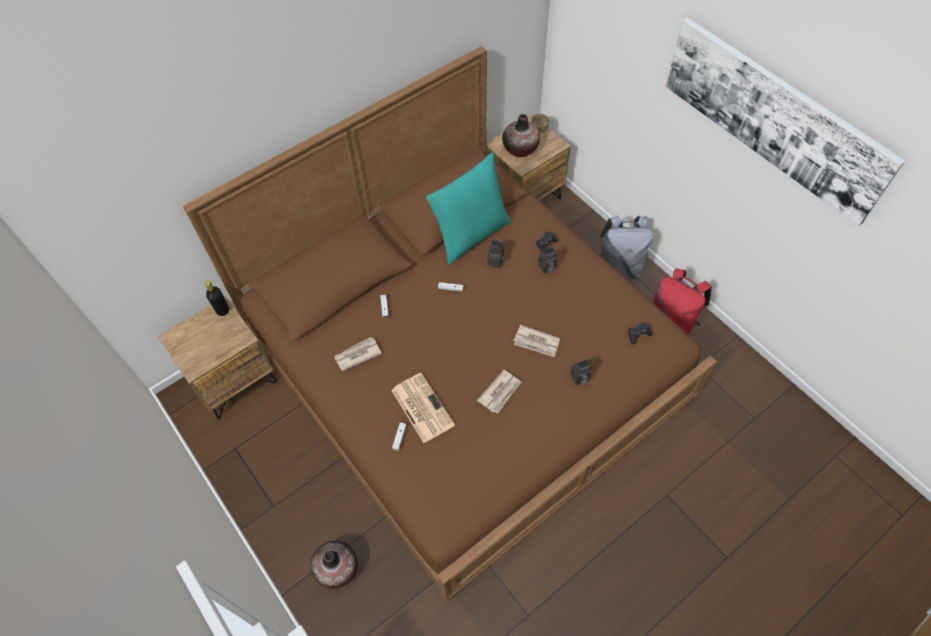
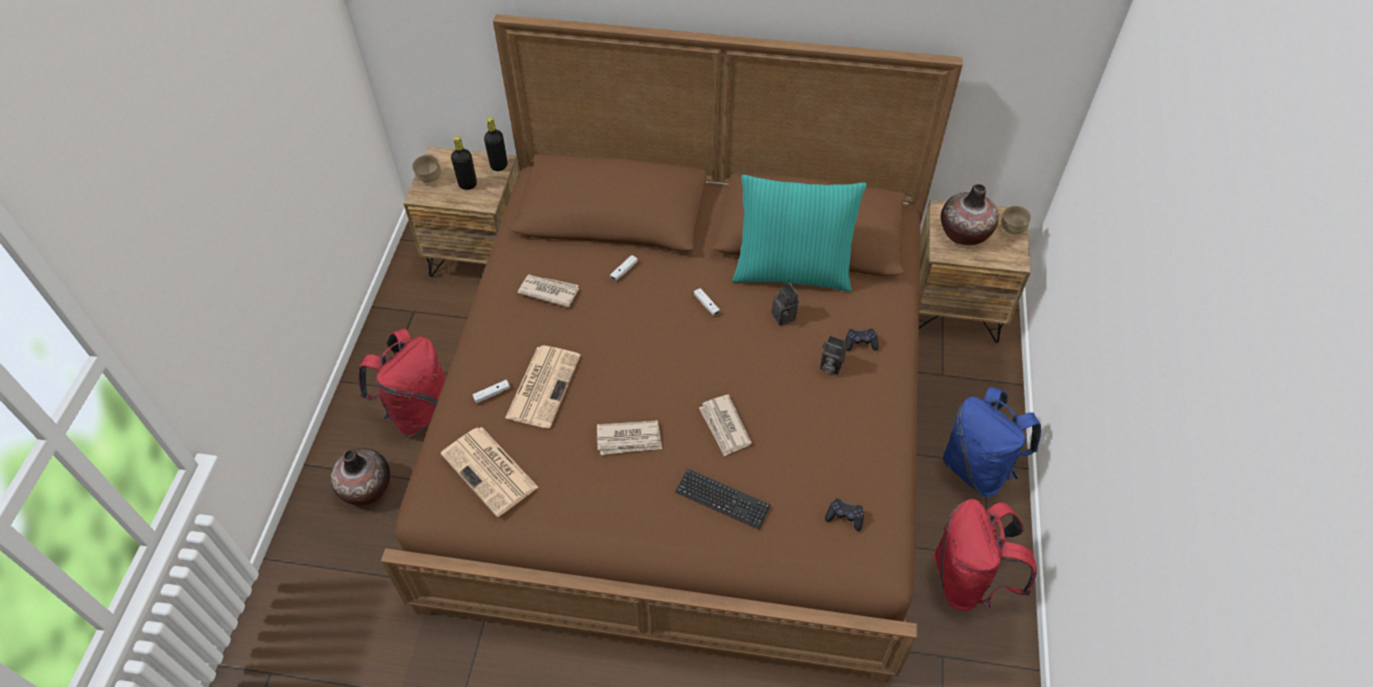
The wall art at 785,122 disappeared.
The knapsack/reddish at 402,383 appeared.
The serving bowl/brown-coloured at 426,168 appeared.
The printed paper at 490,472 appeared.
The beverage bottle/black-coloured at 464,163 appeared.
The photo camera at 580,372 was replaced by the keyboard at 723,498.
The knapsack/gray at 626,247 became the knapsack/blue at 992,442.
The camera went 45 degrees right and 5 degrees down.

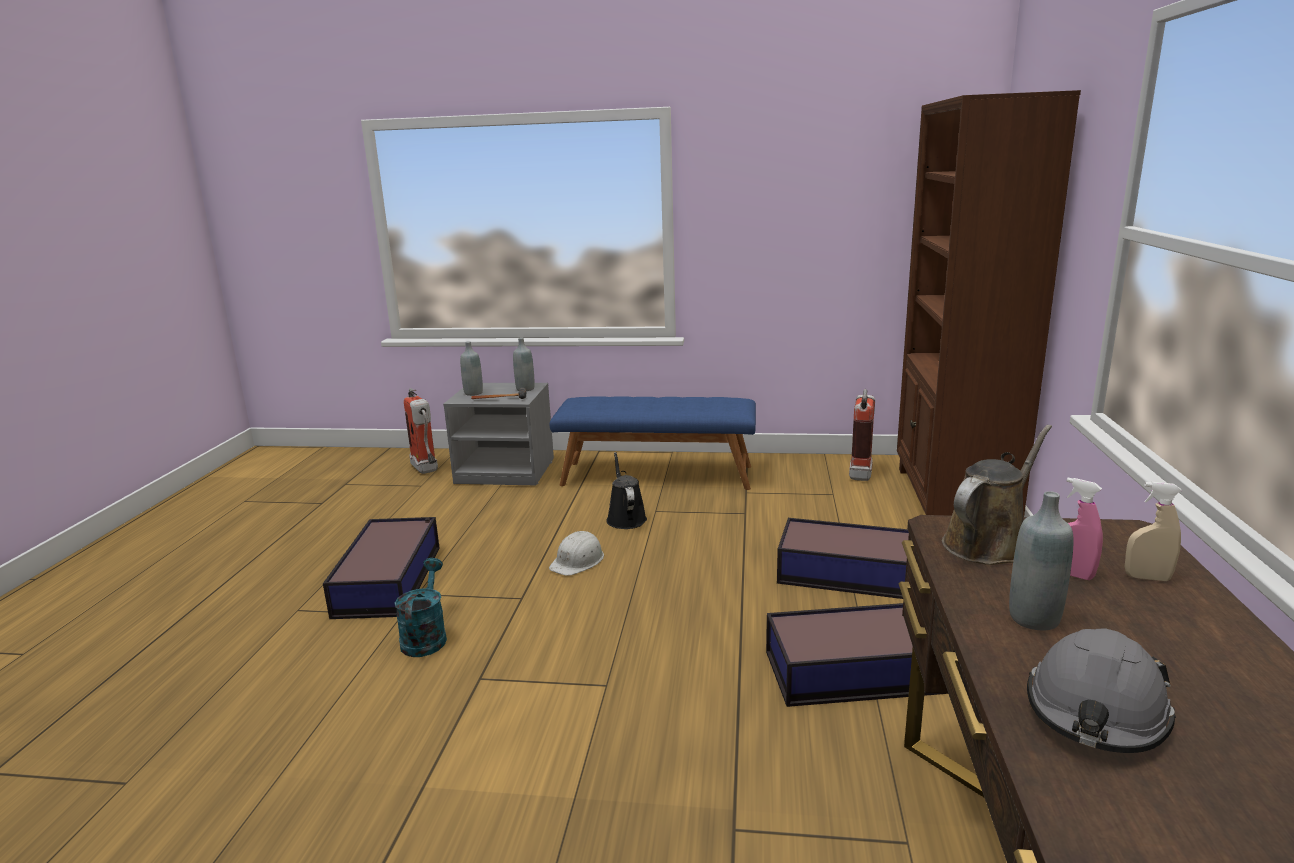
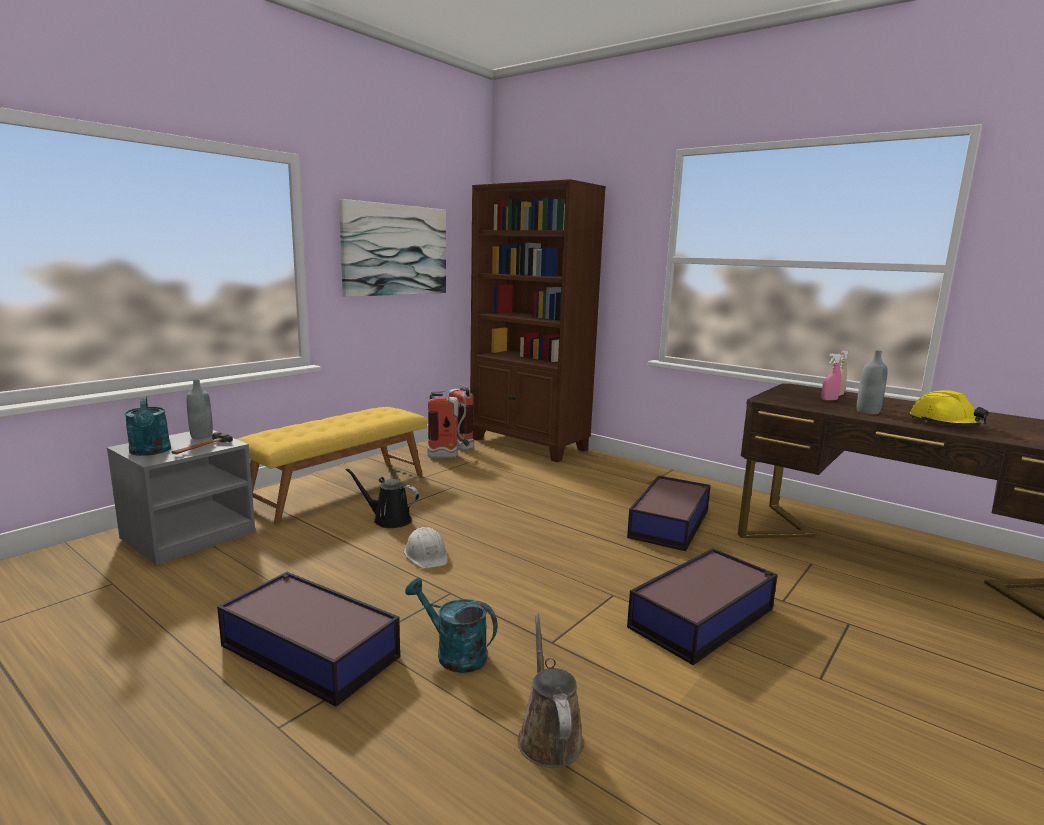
The wall art at 392,248 appeared.
The fire-fighting cylinder moved from 421,431 to 449,424.
The storage box moved from 843,558 to 702,606.
The watering can/brown-coloured moved from 997,495 to 551,690.
The beverage bottle/gray at 471,368 was replaced by the watering can/turquoise-coloured at 147,426.
The indoor bench/blue at 653,443 became the indoor bench/yellow-coloured at 332,465.
The hard hat/gray at 1101,691 became the hard hat/yellow-coloured at 949,407.
The camera went 60 degrees left and 5 degrees down.

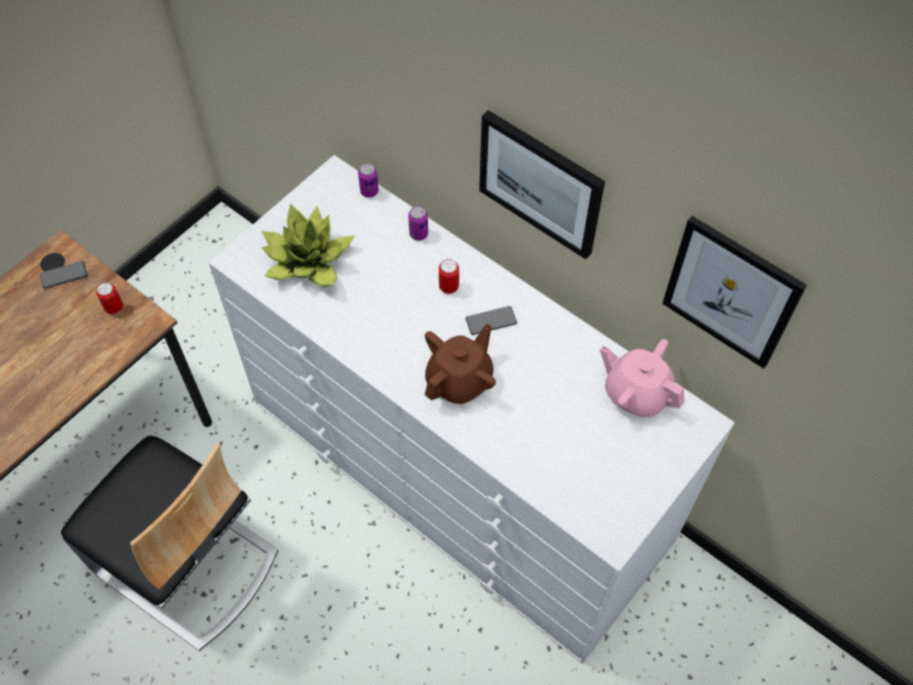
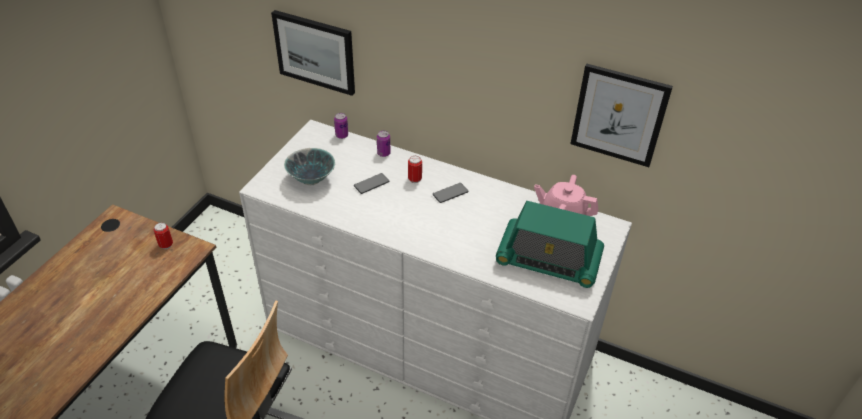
The teapot/brown-coloured at 460,364 disappeared.
The radio set at 550,244 appeared.
The handset moved from 63,275 to 371,183.
The wall art moved from 542,184 to 313,53.
The potted plant at 308,245 was replaced by the serving bowl at 309,166.
The camera went 15 degrees left and 15 degrees down.

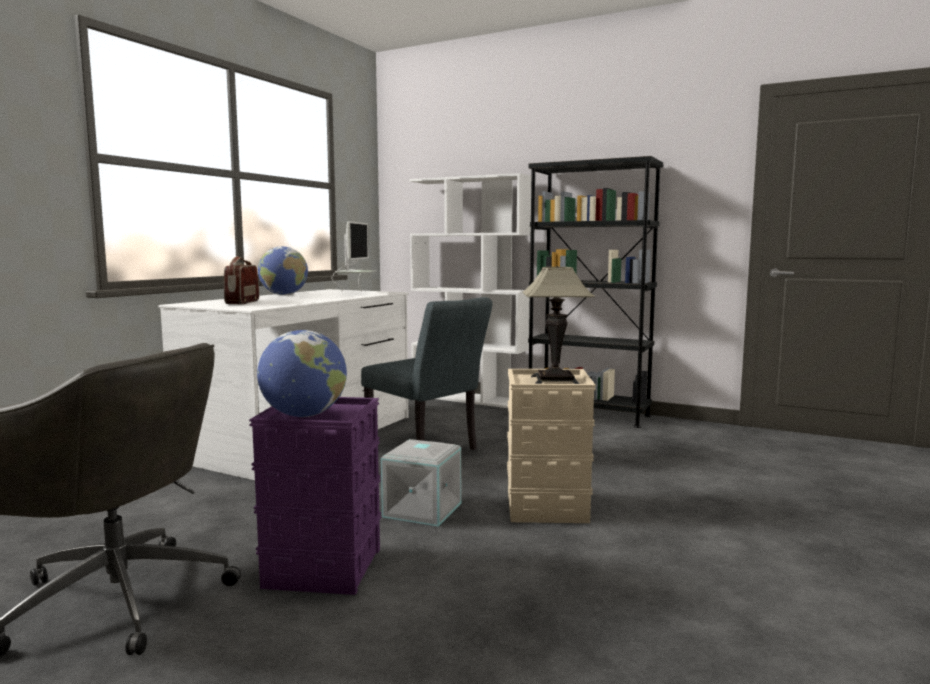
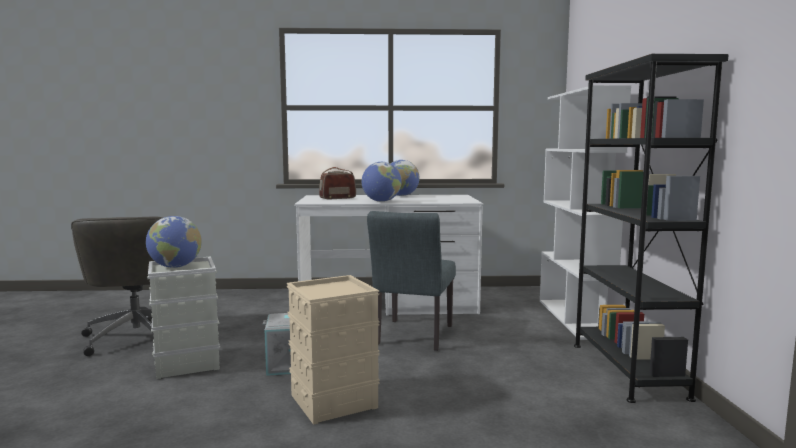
The monitor at 354,256 disappeared.
The lamp for a table at 558,325 disappeared.
The world globe at 382,182 appeared.
The storage box/purple at 315,496 became the storage box/gray at 183,318.
The camera went 60 degrees right and 0 degrees up.

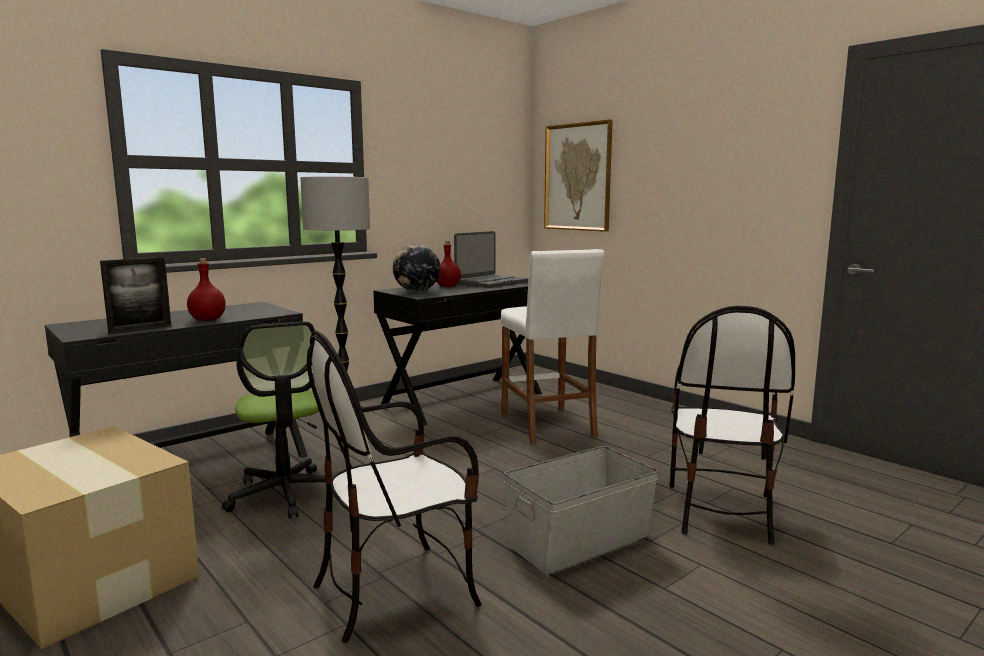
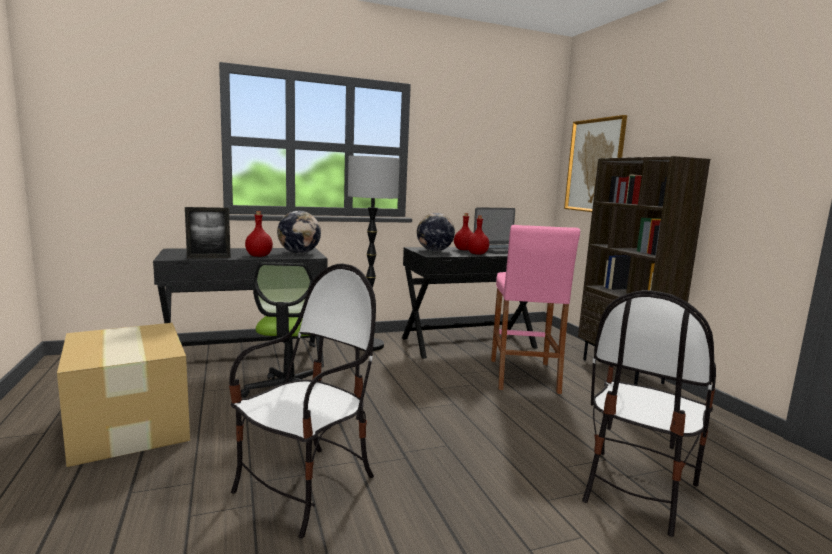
The storage box/gray at 581,510 disappeared.
The world globe at 299,232 appeared.
The beverage bottle/reddish at 478,235 appeared.
The bookcase/brown-coloured at 644,270 appeared.
The sitting stool/whitish at 552,347 became the sitting stool/pink at 535,309.
The plain chair at 394,486 turned 135 degrees clockwise.
The camera went 20 degrees right and 0 degrees up.

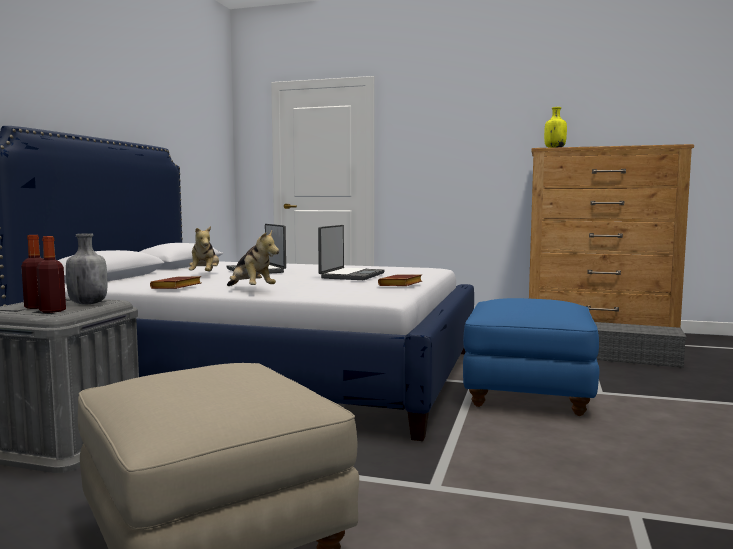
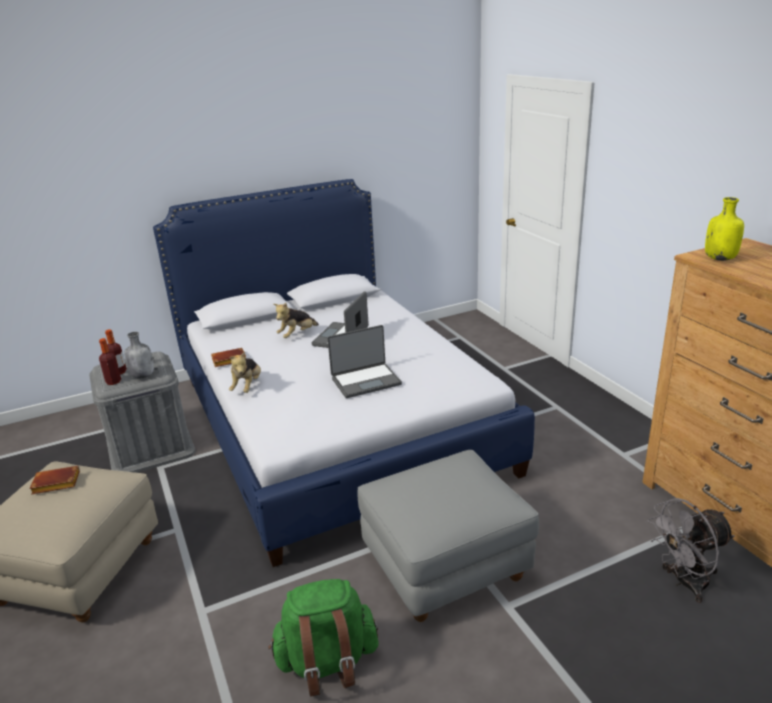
The knapsack/green-coloured at 323,638 appeared.
The volume/brown-coloured moved from 400,280 to 54,480.
The storage box/gray at 641,345 was replaced by the electric fan/gray at 691,550.
The pouffe/blue at 531,357 became the pouffe/gray at 448,536.
The camera went 50 degrees right and 20 degrees up.

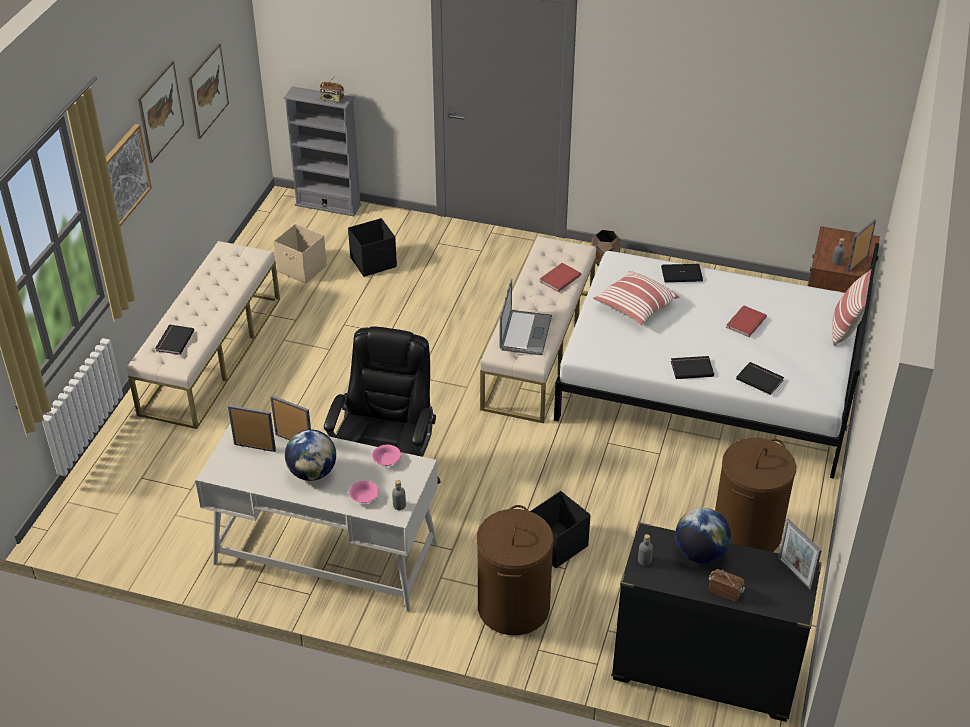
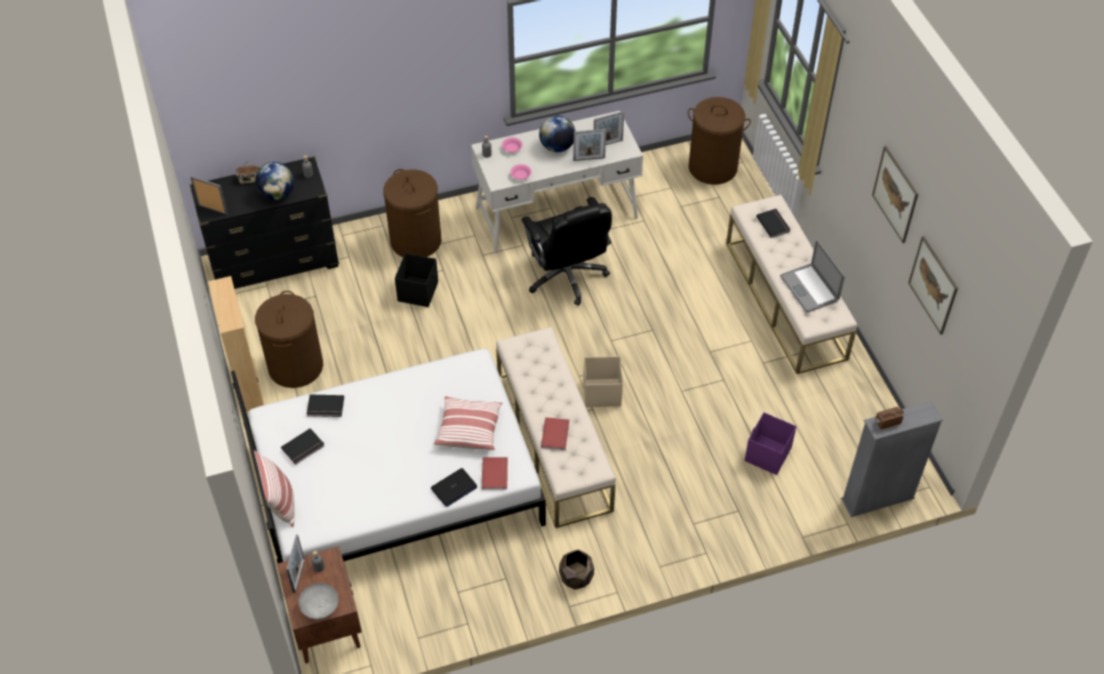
The wall art at 129,175 disappeared.
The bookcase/beige at 236,345 appeared.
The serving bowl/gray at 318,601 appeared.
The laundry basket/brown-coloured at 719,141 appeared.
The storage box/beige moved from 300,254 to 603,381.
The notebook computer moved from 525,316 to 812,276.
The volume/black-coloured moved from 692,367 to 303,446.
The volume/reddish moved from 746,321 to 495,473.
The storage box/black-coloured at 372,247 became the storage box/purple at 771,443.
The camera went 145 degrees right and 10 degrees up.

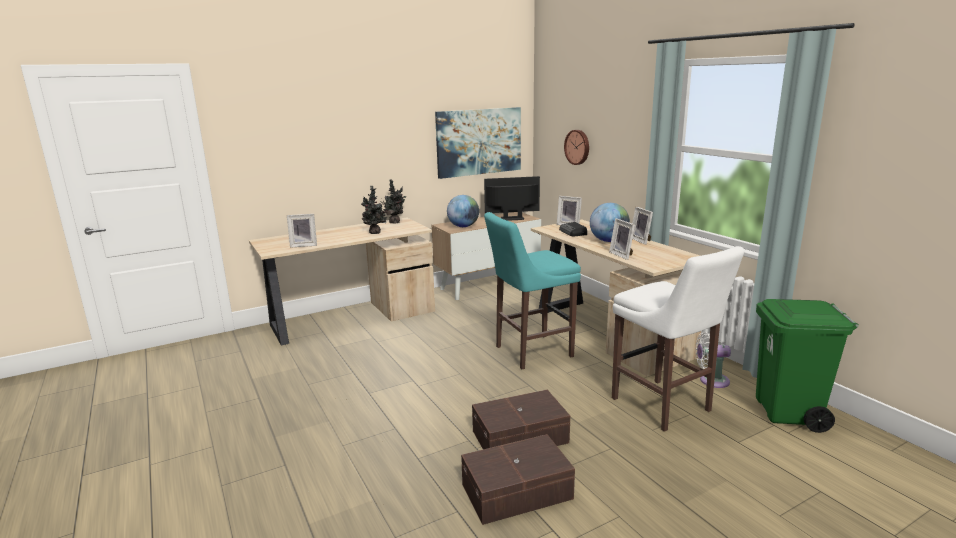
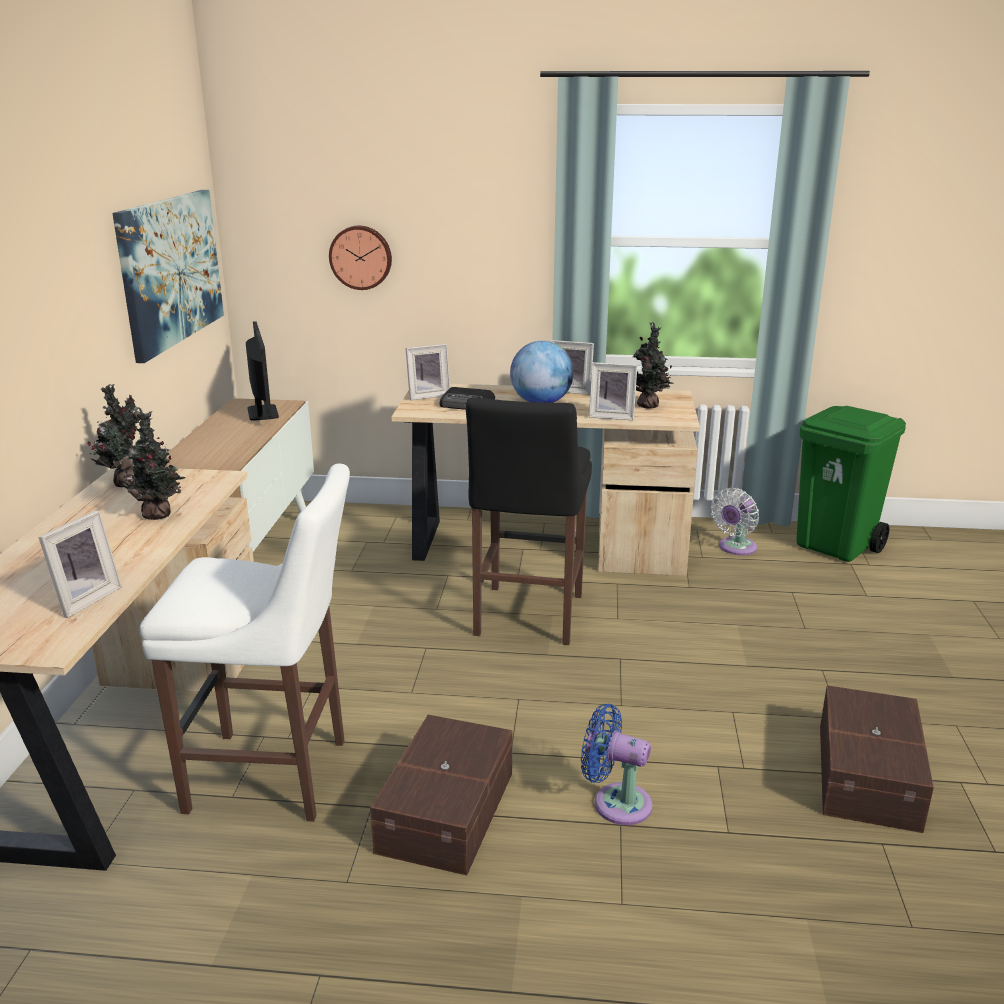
The world globe at 463,211 disappeared.
The electric fan/blue at 616,764 appeared.
The potted plant at 653,365 appeared.
The storage box/brown-coloured moved from 521,419 to 441,795.
The sitting stool/whitish moved from 678,339 to 245,643.
The sitting stool/turquoise-coloured at 532,290 became the sitting stool/black-coloured at 529,521.
The monitor at 512,198 turned 135 degrees clockwise.
The camera went 55 degrees left and 5 degrees up.

